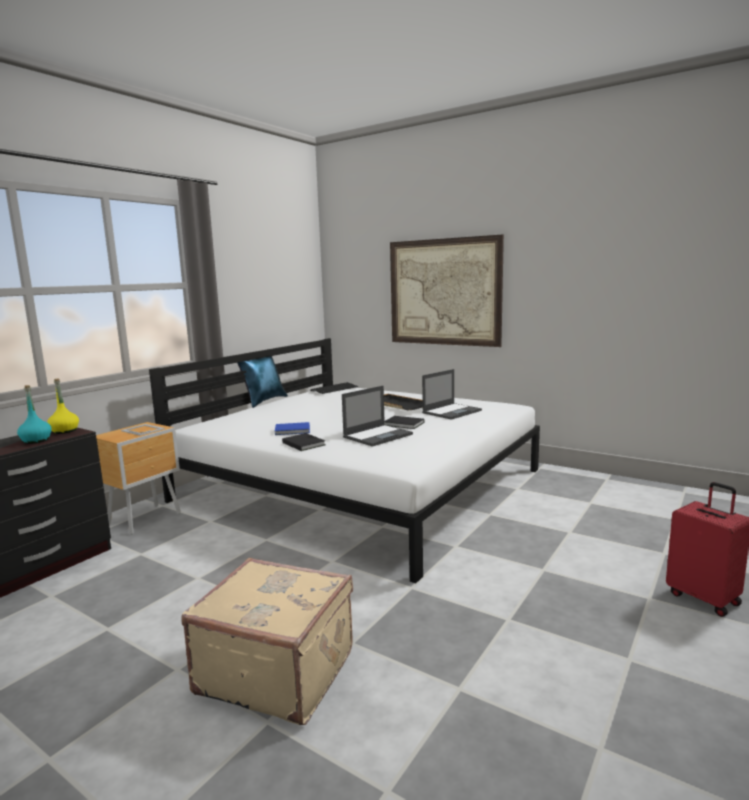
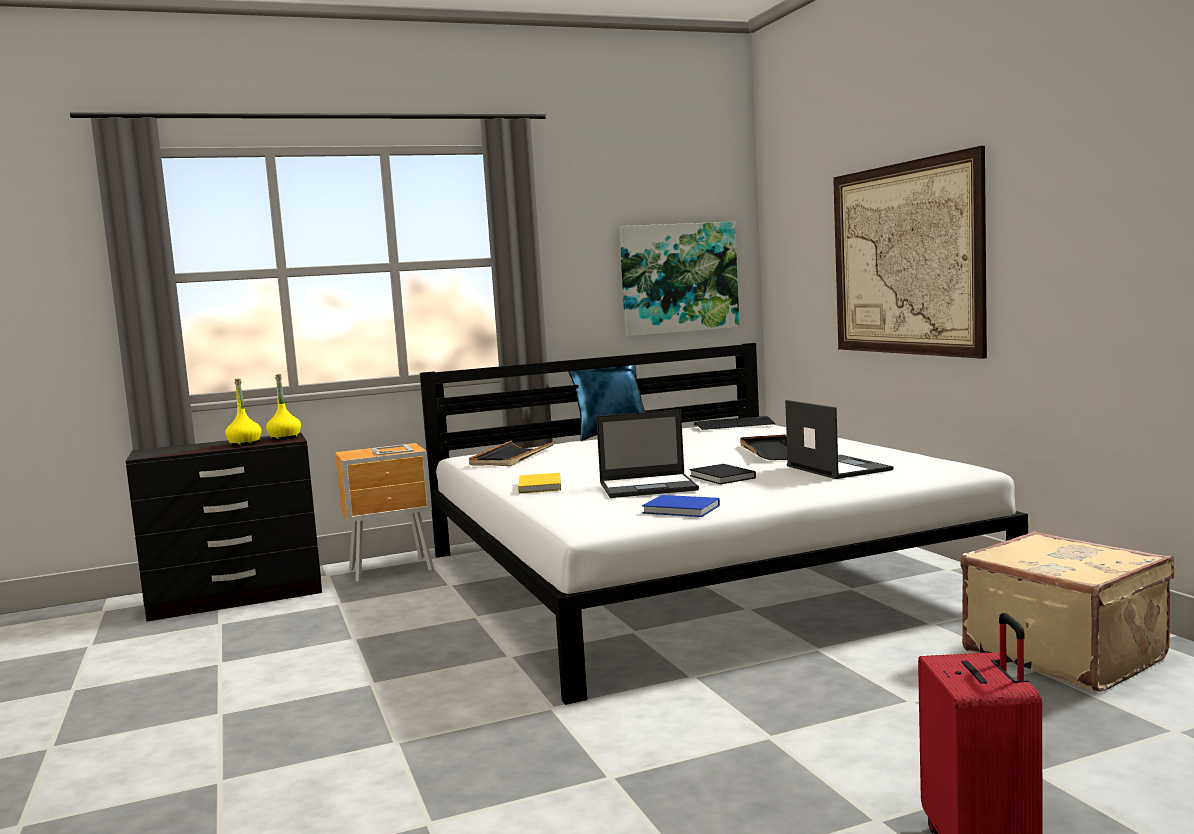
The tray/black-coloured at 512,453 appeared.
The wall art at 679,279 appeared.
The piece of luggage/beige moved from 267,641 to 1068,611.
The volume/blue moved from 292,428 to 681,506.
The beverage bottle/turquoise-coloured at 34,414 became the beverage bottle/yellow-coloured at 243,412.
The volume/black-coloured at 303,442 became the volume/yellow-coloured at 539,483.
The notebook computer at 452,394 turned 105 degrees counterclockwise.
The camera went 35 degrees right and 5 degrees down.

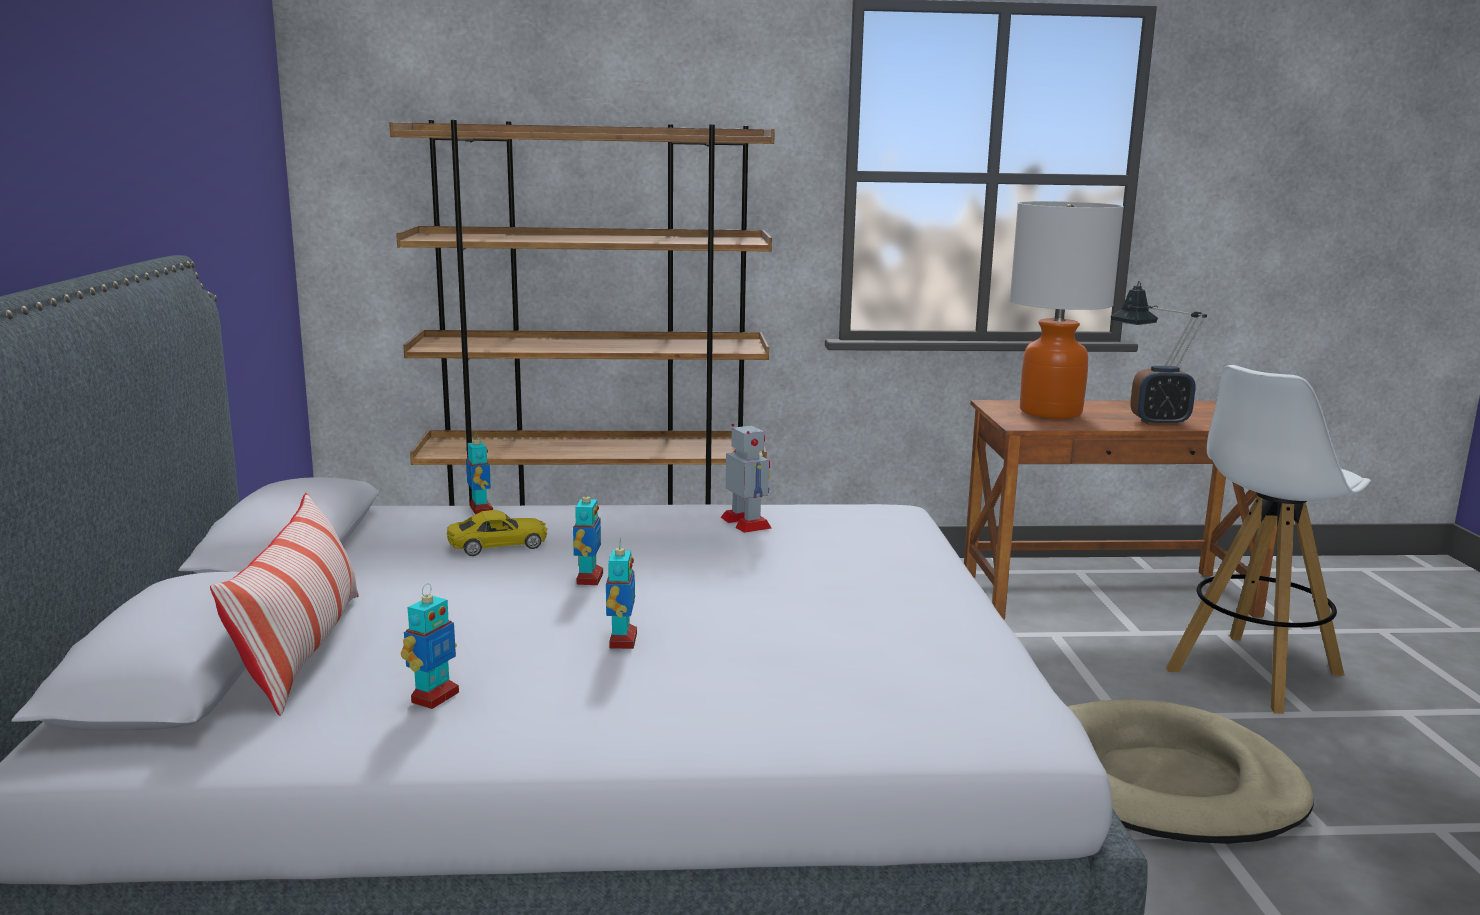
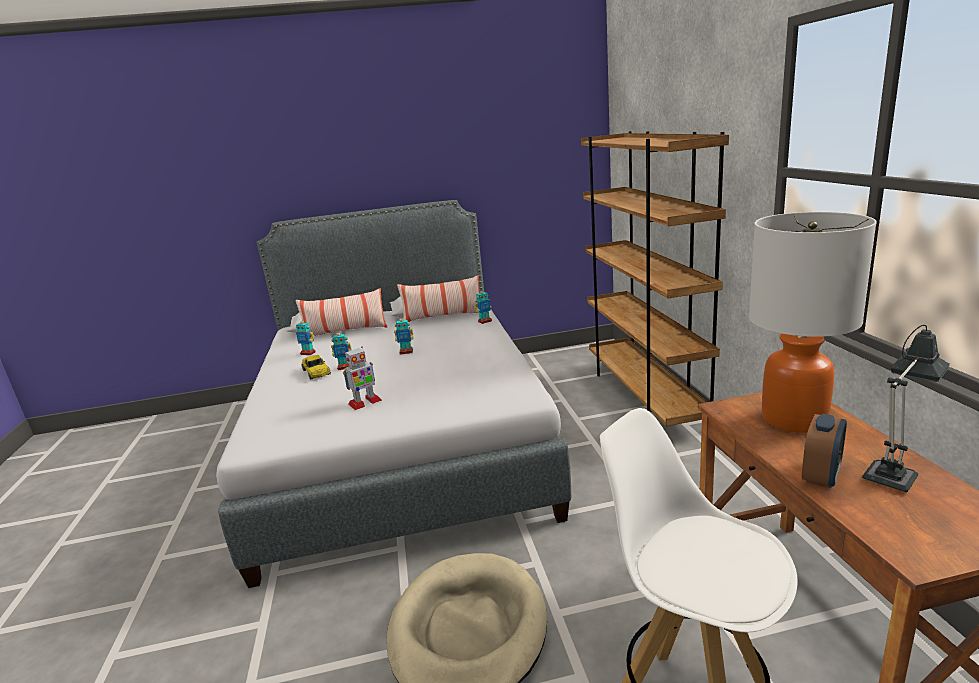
The cushion at 438,298 appeared.
The toy car/yellow-coloured moved from 497,533 to 316,367.
The toy robot moved from 746,478 to 362,378.
The alarm clock at 1163,396 turned 135 degrees counterclockwise.
The camera went 85 degrees right and 5 degrees up.

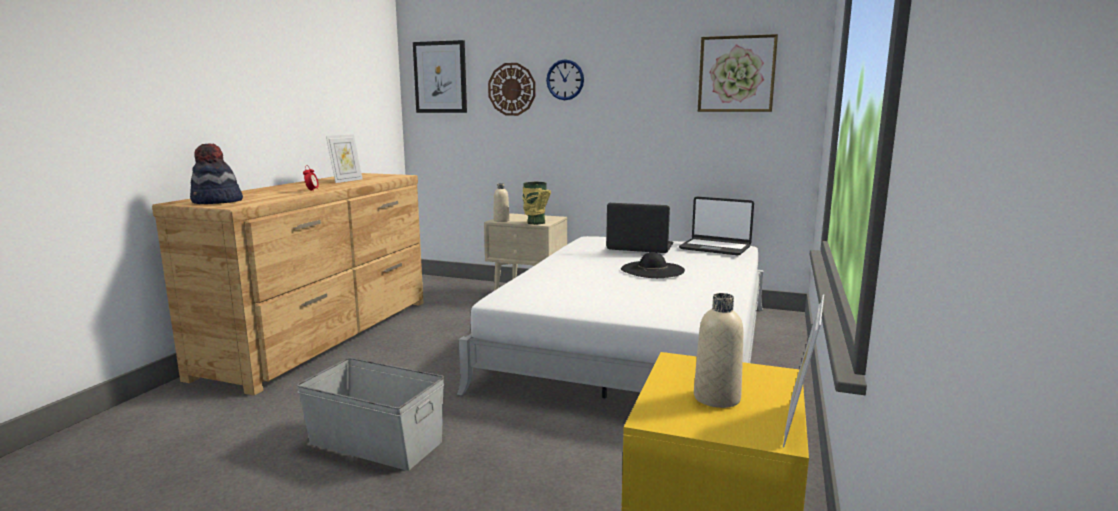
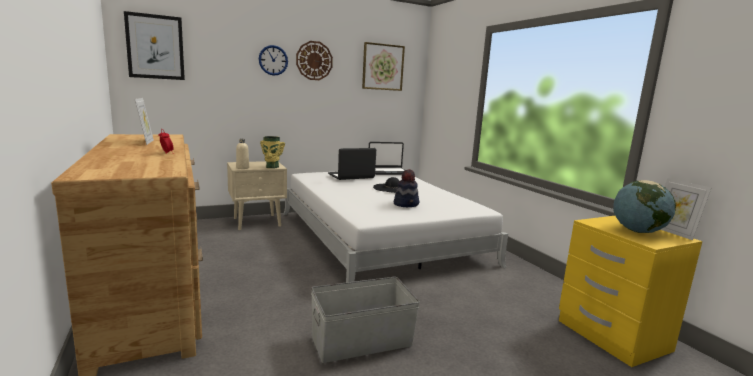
The hat moved from 216,173 to 406,188.
The wall clock moved from 512,89 to 314,60.
The beverage bottle/beige at 719,350 was replaced by the world globe at 644,206.
The camera went 45 degrees left and 0 degrees up.

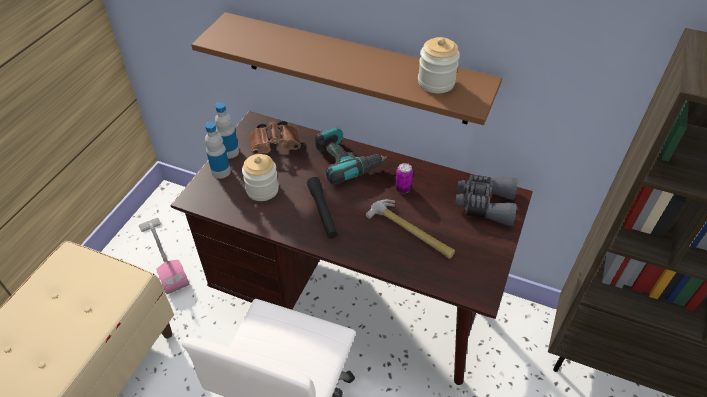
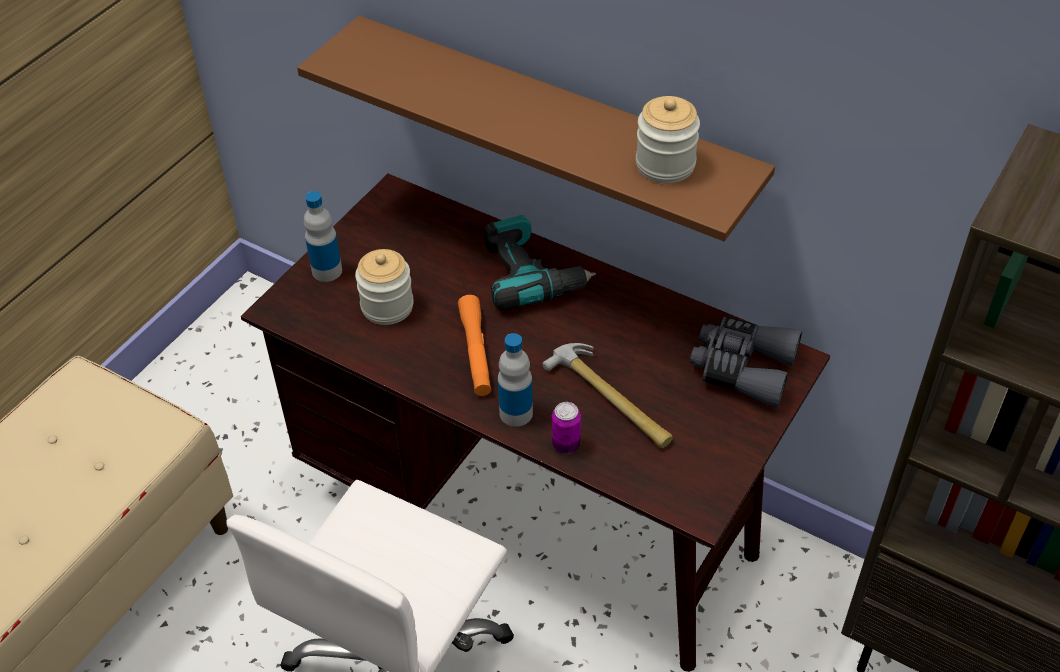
The vacuum cleaner at 164,256 disappeared.
The field glasses/brown-coloured at 275,138 disappeared.
The beverage bottle moved from 227,130 to 515,380.
The sealed can moved from 404,178 to 566,428.
The flashlight/black-coloured at 322,208 became the flashlight/orangey at 474,345.
The camera went 10 degrees right and 0 degrees up.

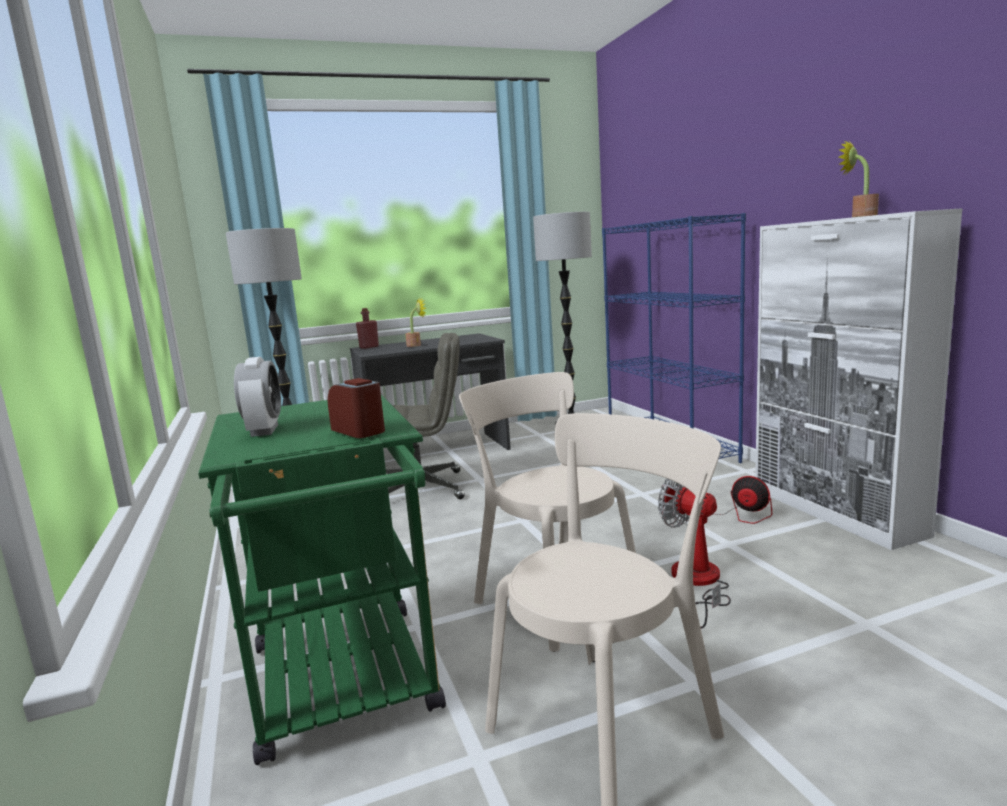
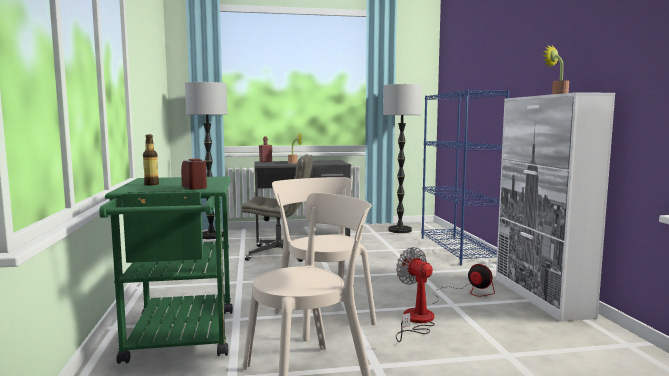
The alarm clock at 257,397 was replaced by the beverage bottle at 151,160.
The camera went 10 degrees right and 5 degrees down.

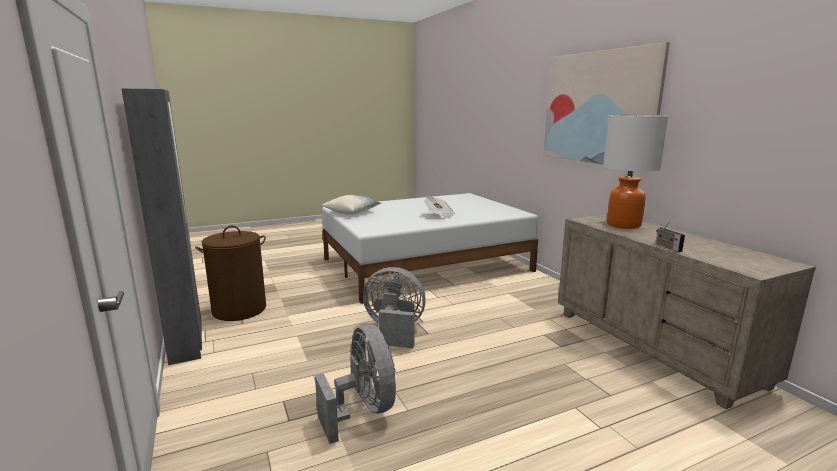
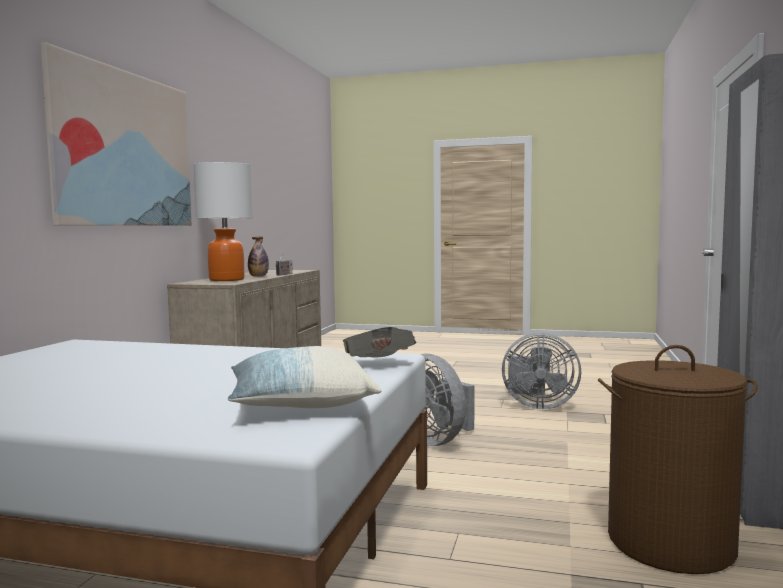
The beverage bottle at 258,257 appeared.
The printed paper moved from 439,207 to 379,342.
The electric fan/gray at 355,384 turned 90 degrees counterclockwise.
The camera went 140 degrees left and 10 degrees down.

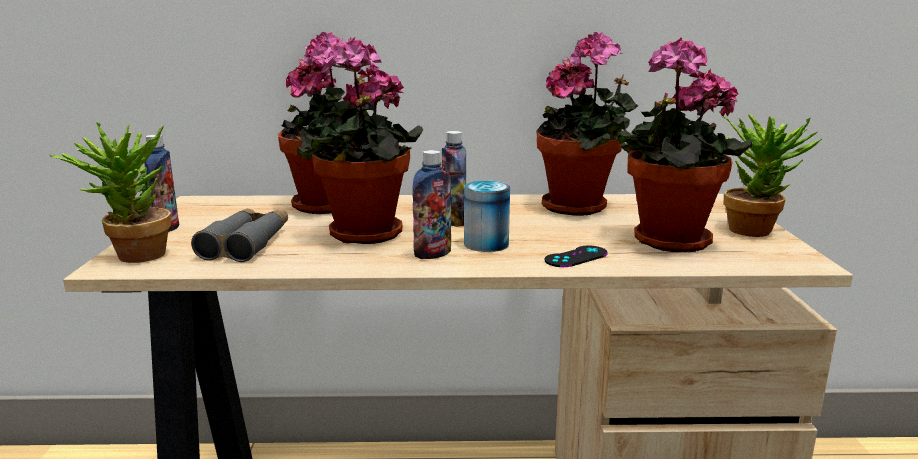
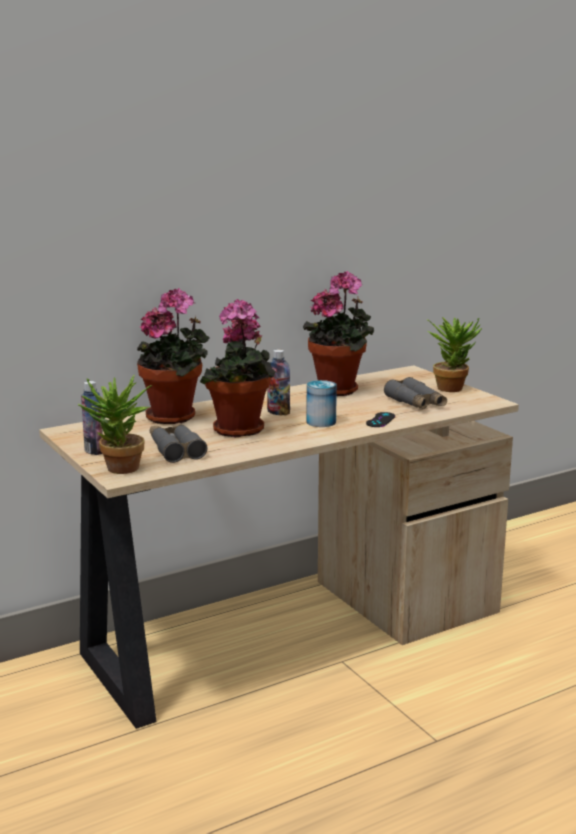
The beverage bottle at 431,204 disappeared.
The potted plant at 684,144 was replaced by the field glasses/gray at 415,393.
The camera went 30 degrees left and 0 degrees up.

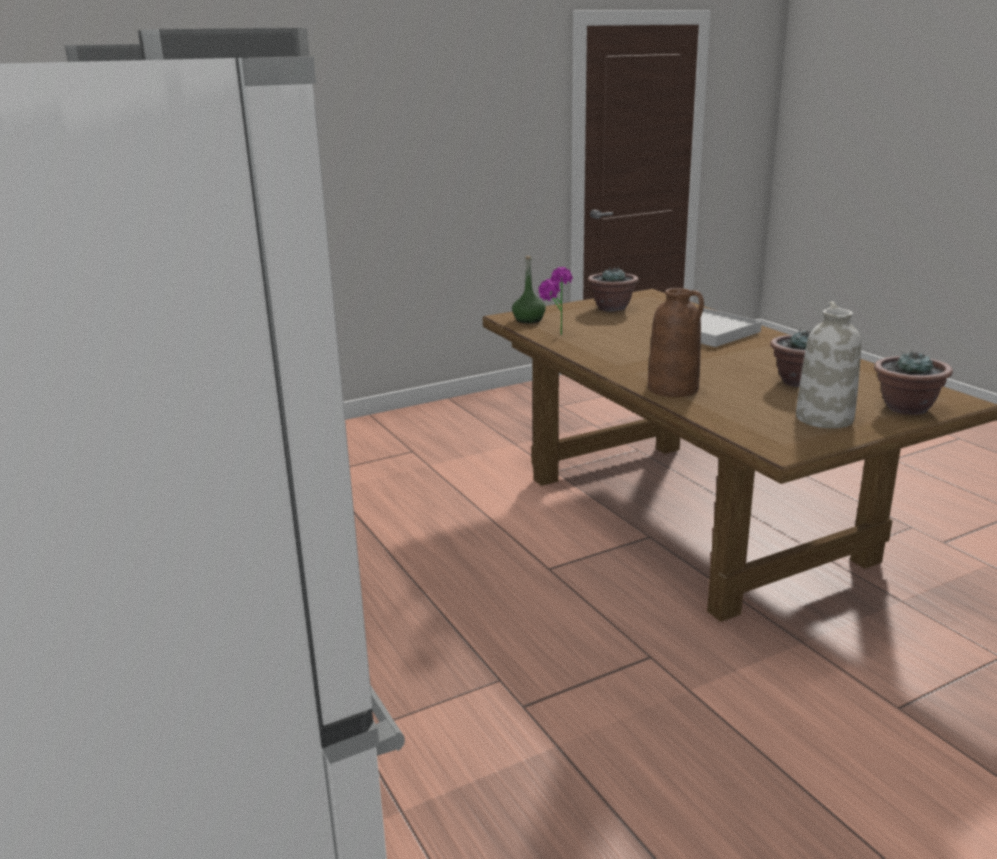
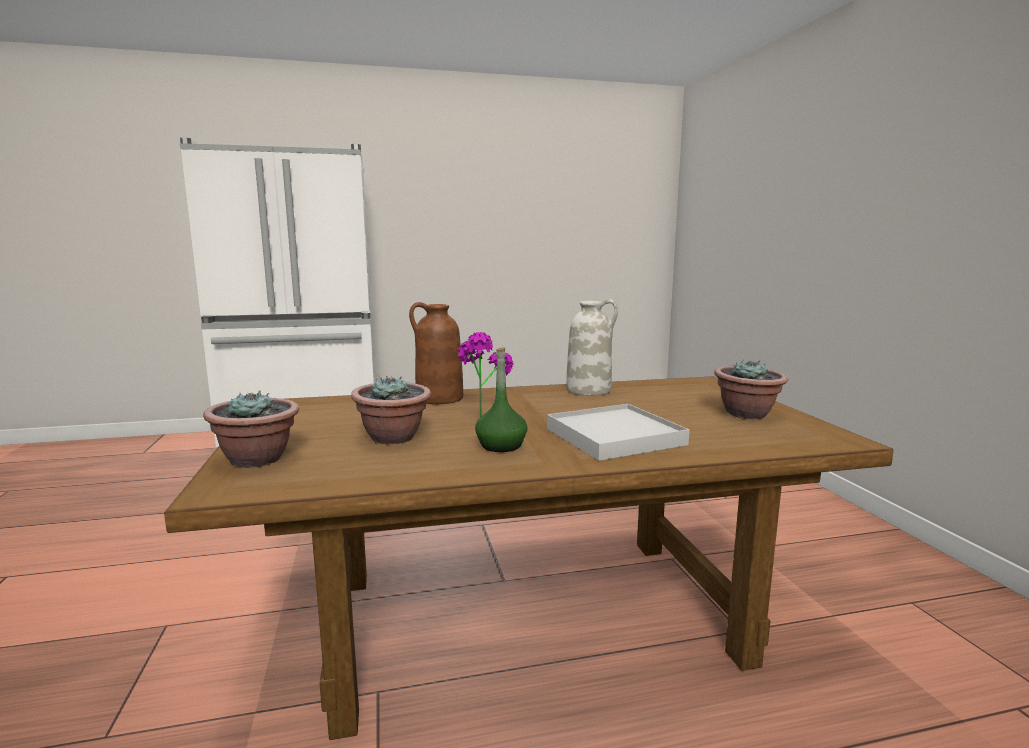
The beverage bottle/green-coloured moved from 529,289 to 501,399.
The potted plant moved from 555,301 to 486,374.
The vase/whitish moved from 828,364 to 592,347.
The camera went 105 degrees right and 10 degrees down.

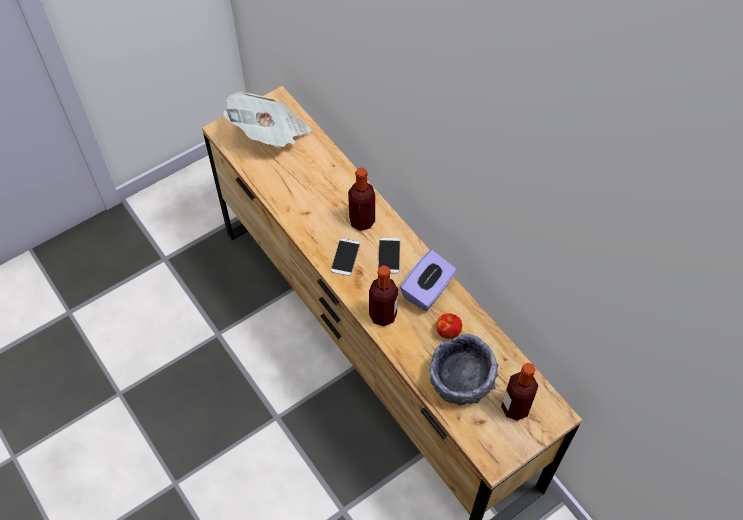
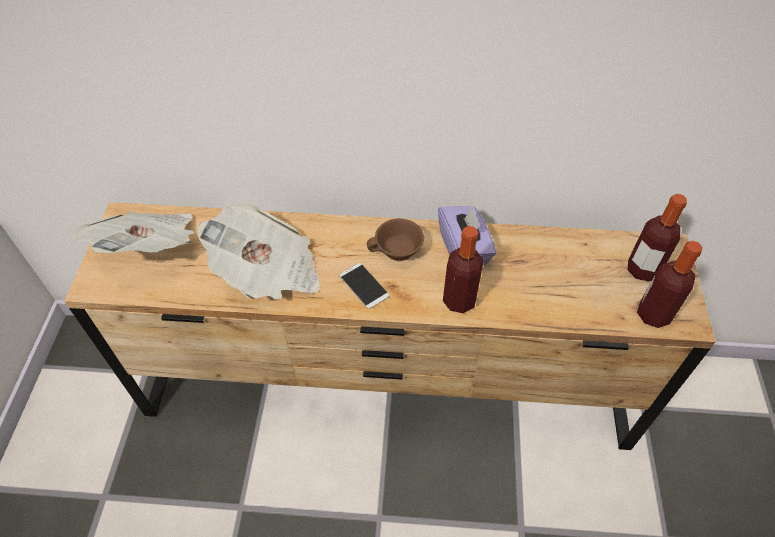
The serving bowl/gray at 464,369 disappeared.
The apple at 449,326 disappeared.
The printed paper at 258,252 appeared.
The beverage bottle moved from 361,199 to 669,284.
The handset at 389,256 was replaced by the drinking cup/brown-coloured at 395,240.
The camera went 50 degrees left and 5 degrees down.

